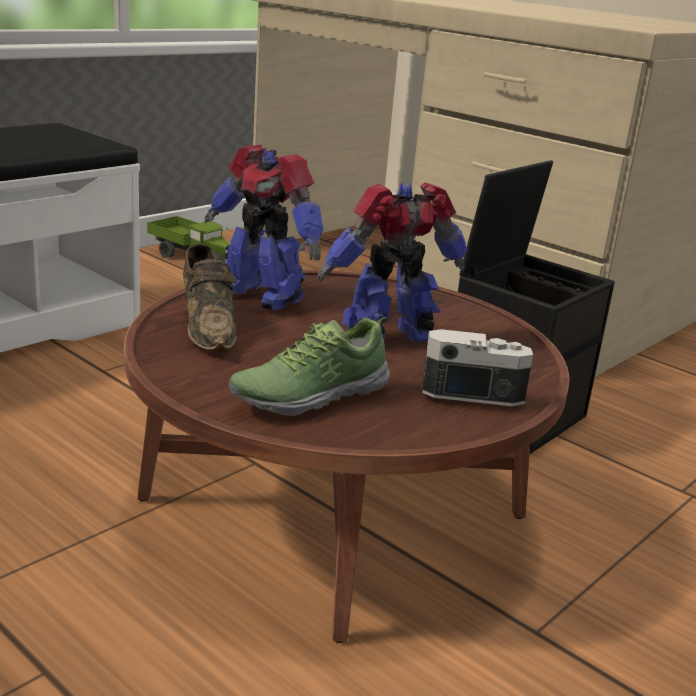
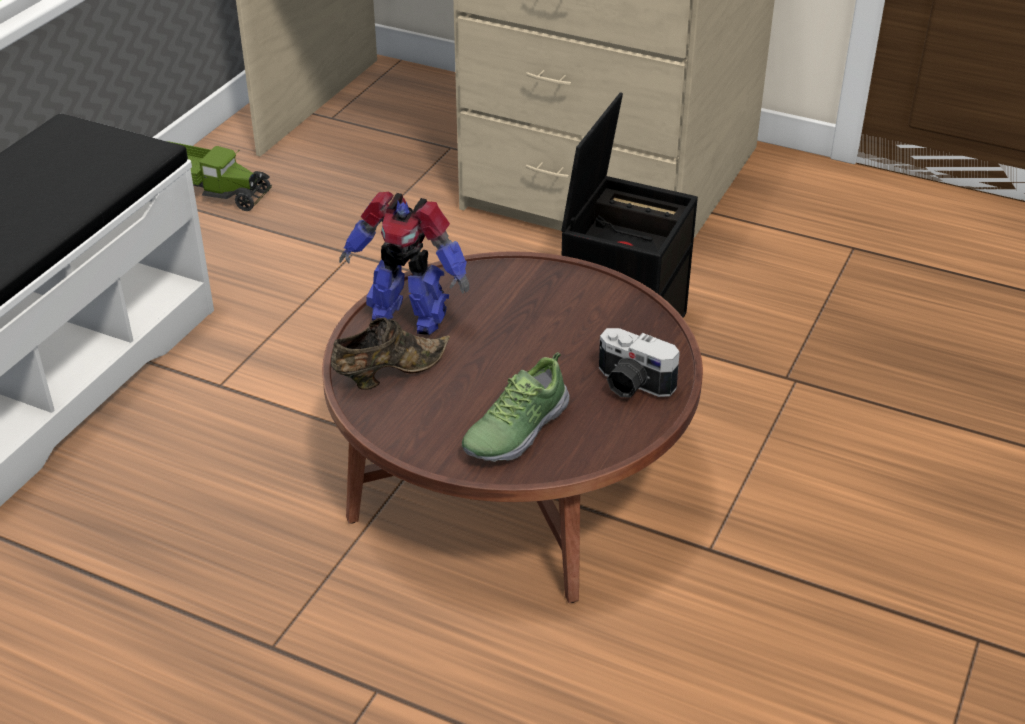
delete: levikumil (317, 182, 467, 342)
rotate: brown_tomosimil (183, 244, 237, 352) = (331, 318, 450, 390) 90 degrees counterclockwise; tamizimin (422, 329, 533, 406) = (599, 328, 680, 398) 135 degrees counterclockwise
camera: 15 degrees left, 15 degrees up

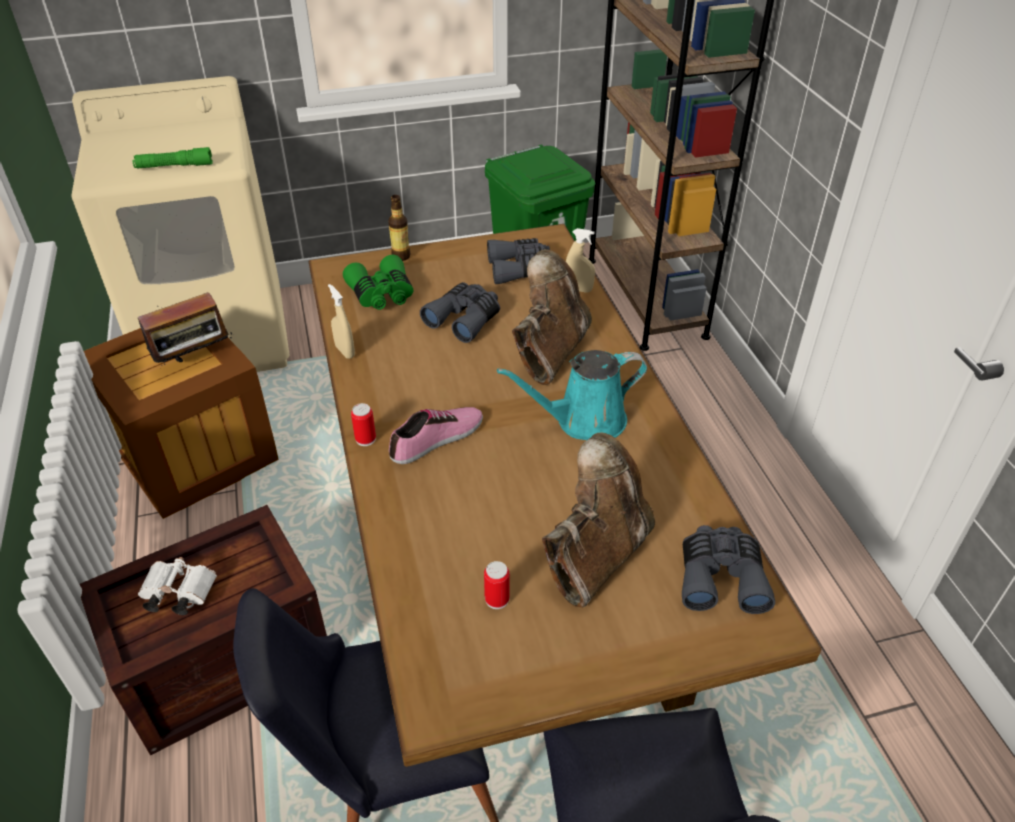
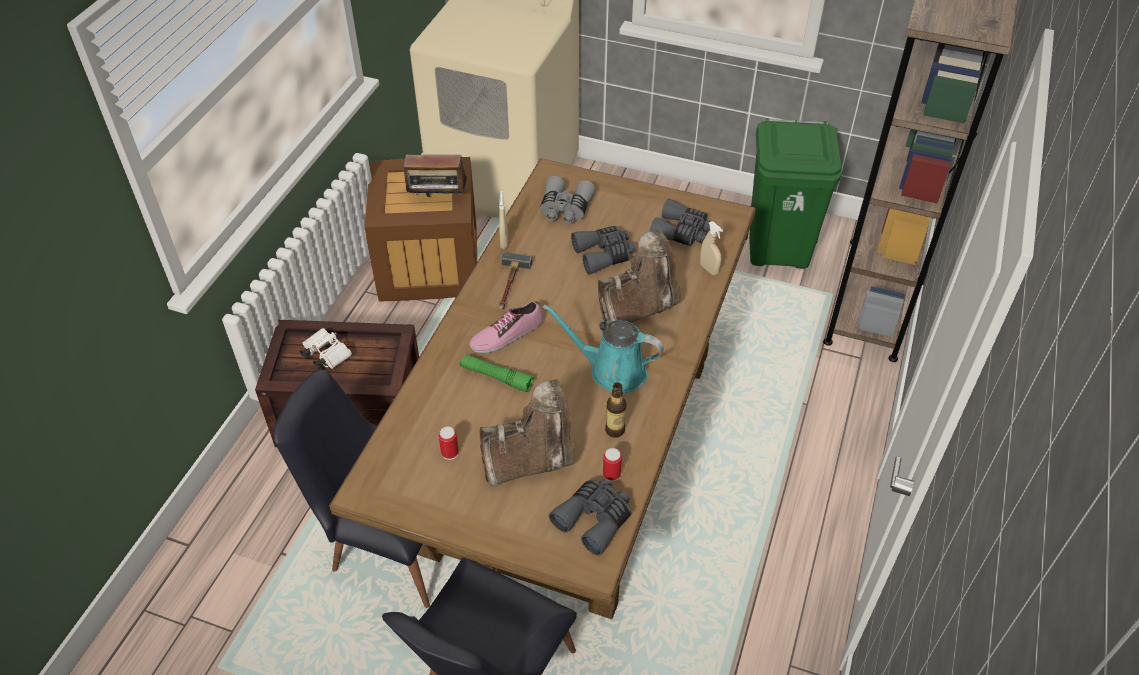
insert: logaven (499, 252, 532, 310)
move: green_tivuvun (132, 147, 213, 168) to (460, 354, 534, 392); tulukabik (388, 195, 410, 261) to (605, 382, 626, 438); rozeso (351, 403, 376, 446) to (603, 448, 622, 482)
recolor: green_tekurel (343, 255, 414, 310) to grey_tekurel (540, 176, 596, 224)
rotate: tomosimil (389, 407, 483, 464) = (470, 301, 543, 353) 150 degrees clockwise
camera: 35 degrees right, 5 degrees up

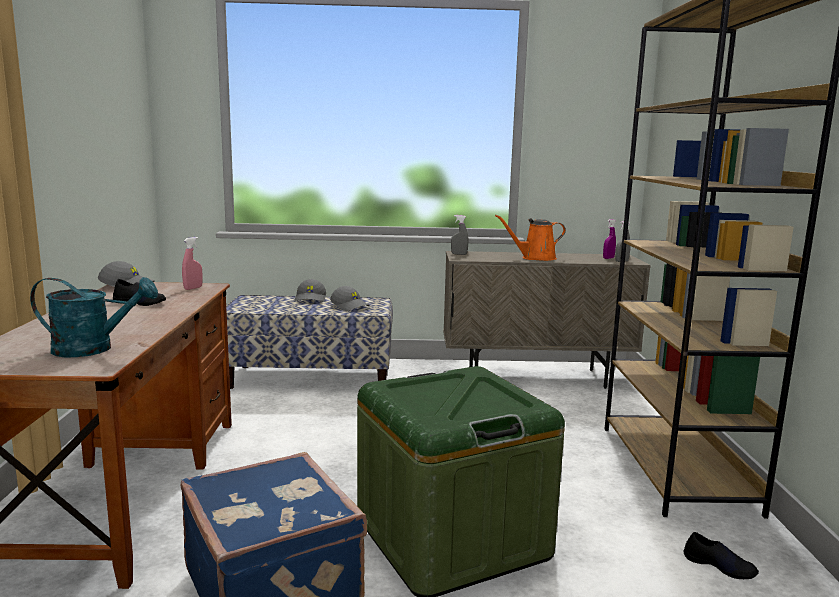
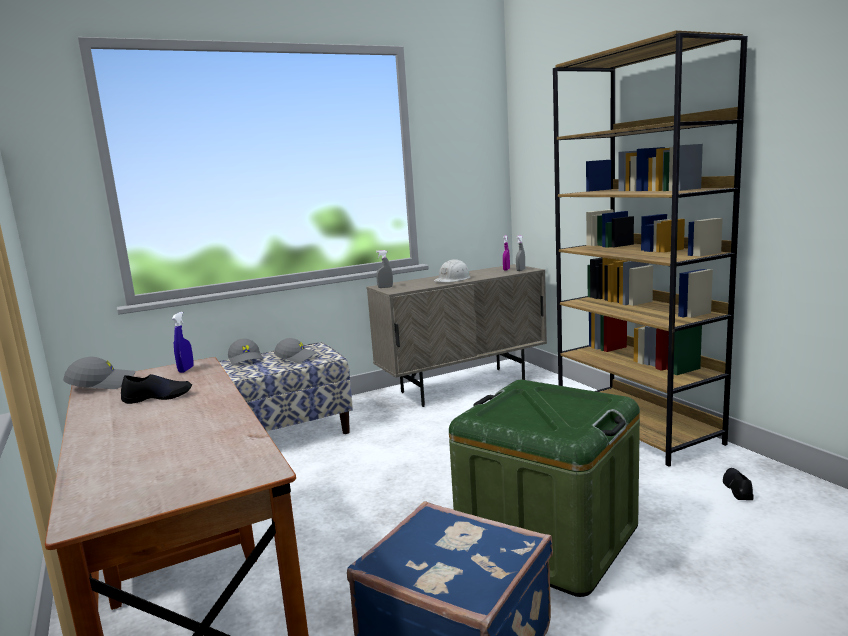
delete: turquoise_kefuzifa (30, 277, 158, 357)
replace: orange_kefuzifa (495, 215, 566, 261) to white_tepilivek (434, 259, 471, 283)
recolor: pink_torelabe (182, 237, 202, 290) to blue_torelabe (172, 312, 194, 373)
rotate: black_tomosimil (683, 532, 759, 579) = (723, 468, 754, 500) 90 degrees counterclockwise
camera: 25 degrees left, 0 degrees up

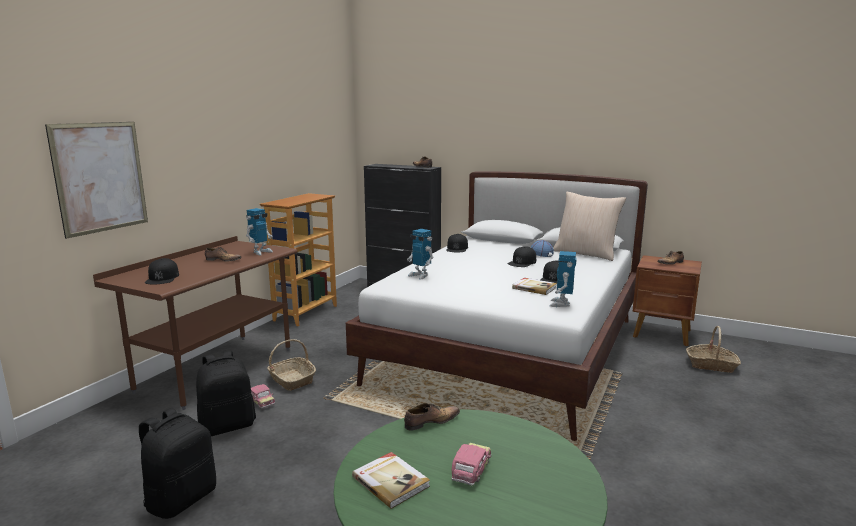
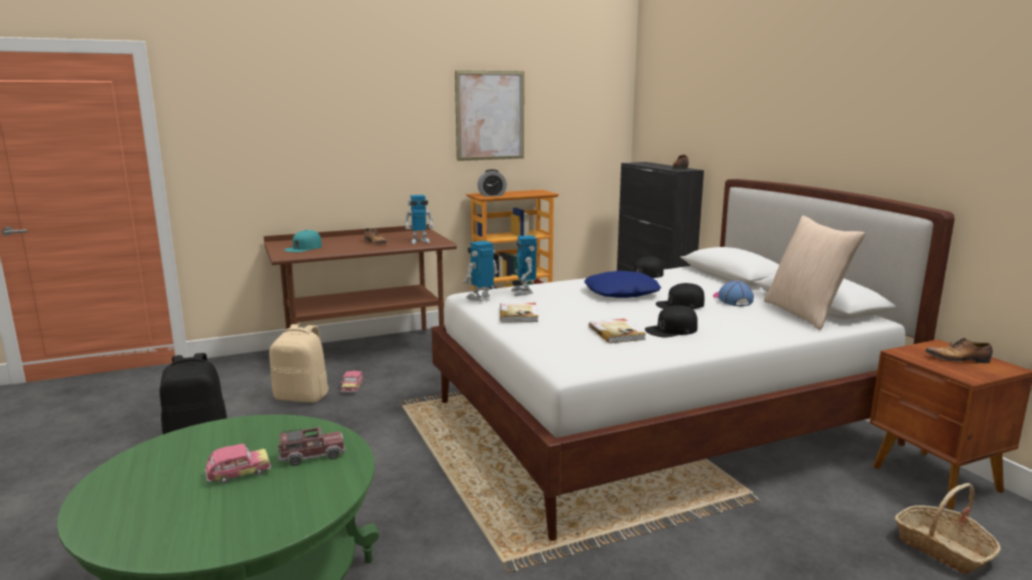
delete: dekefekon (267, 339, 316, 391); tomosimil (404, 403, 460, 431)
insert: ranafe (477, 169, 507, 197); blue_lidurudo (584, 271, 661, 298); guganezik (278, 426, 346, 466)
move: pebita (45, 122, 148, 239) to (455, 70, 524, 161); levikumil (549, 251, 577, 307) to (463, 241, 498, 302); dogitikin (352, 452, 430, 509) to (500, 303, 538, 322)
recolor: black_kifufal (145, 258, 179, 285) to turquoise_kifufal (284, 230, 322, 252); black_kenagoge (196, 351, 256, 436) to beige_kenagoge (269, 324, 329, 403)
camera: 40 degrees right, 0 degrees up

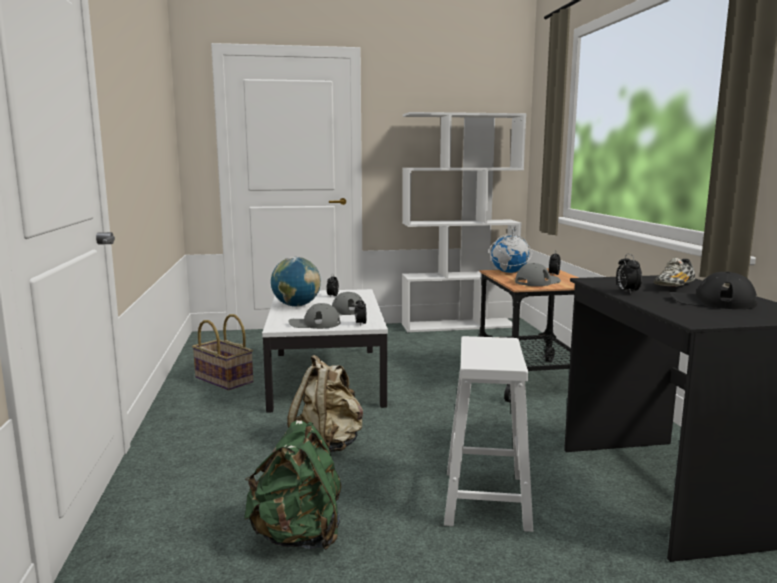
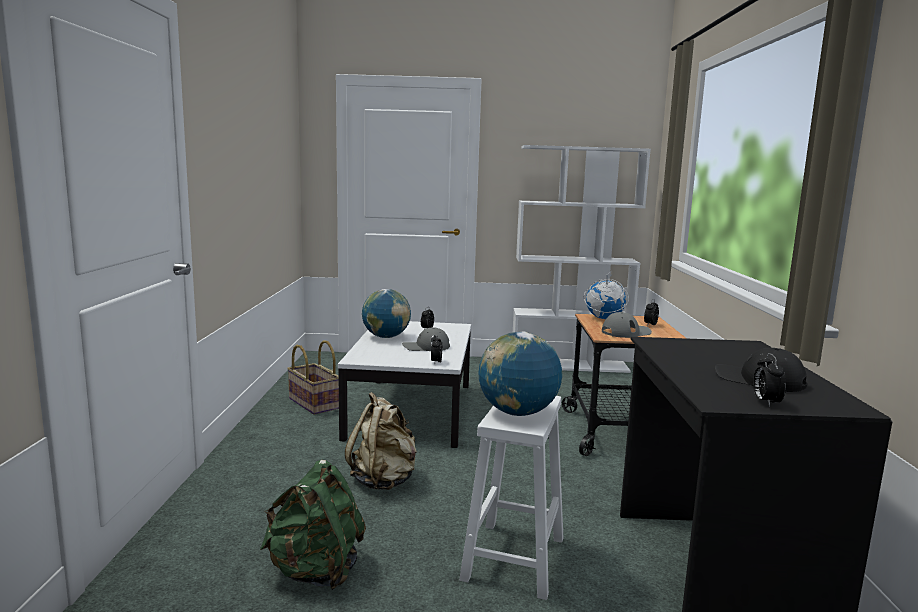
delete: tomosimil (654, 257, 695, 287); grey_kifufal (288, 303, 341, 329)
insert: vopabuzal (478, 331, 562, 416)
move: ranafe (616, 254, 642, 293) to (753, 353, 786, 407)
camera: 10 degrees right, 0 degrees up

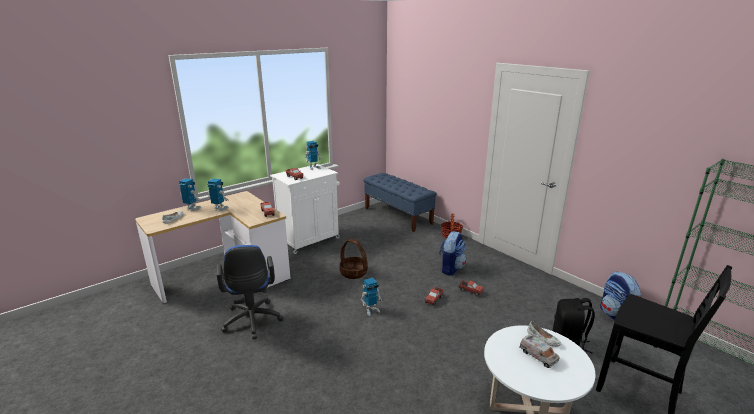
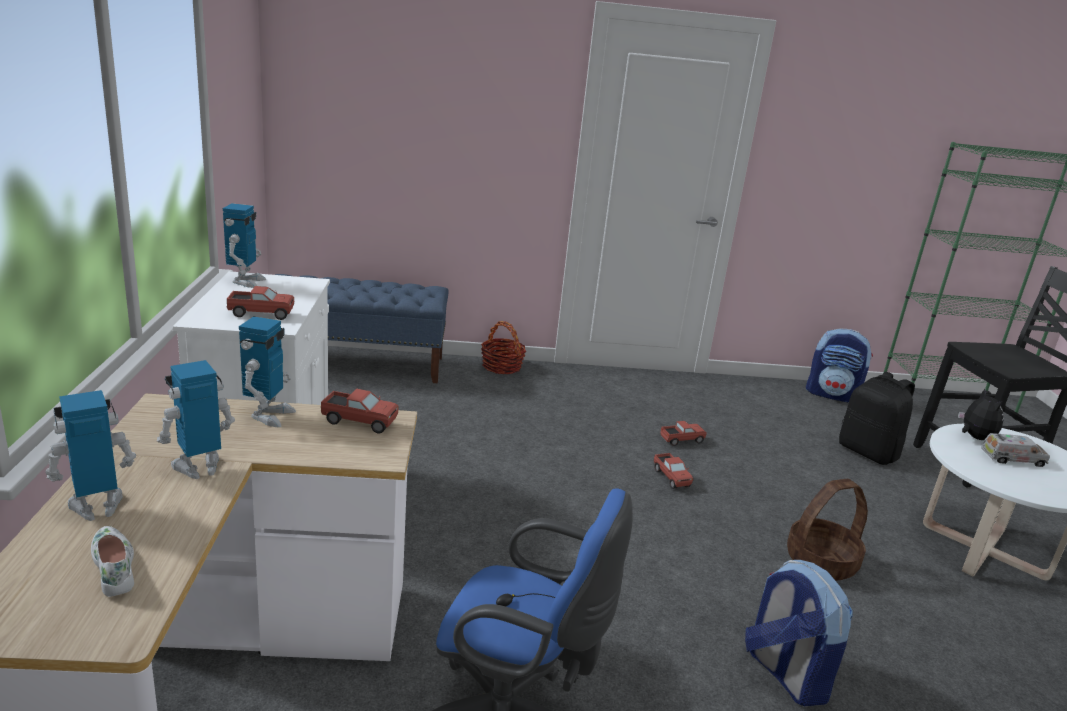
move: kenagoge (440, 231, 466, 276) to (745, 560, 853, 706); dekefekon (339, 239, 368, 279) to (787, 479, 868, 581); levikumil (361, 277, 382, 316) to (239, 316, 296, 427)
replace: white_tomosimil (527, 321, 562, 347) to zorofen (958, 389, 1004, 440)
camera: 55 degrees left, 0 degrees up

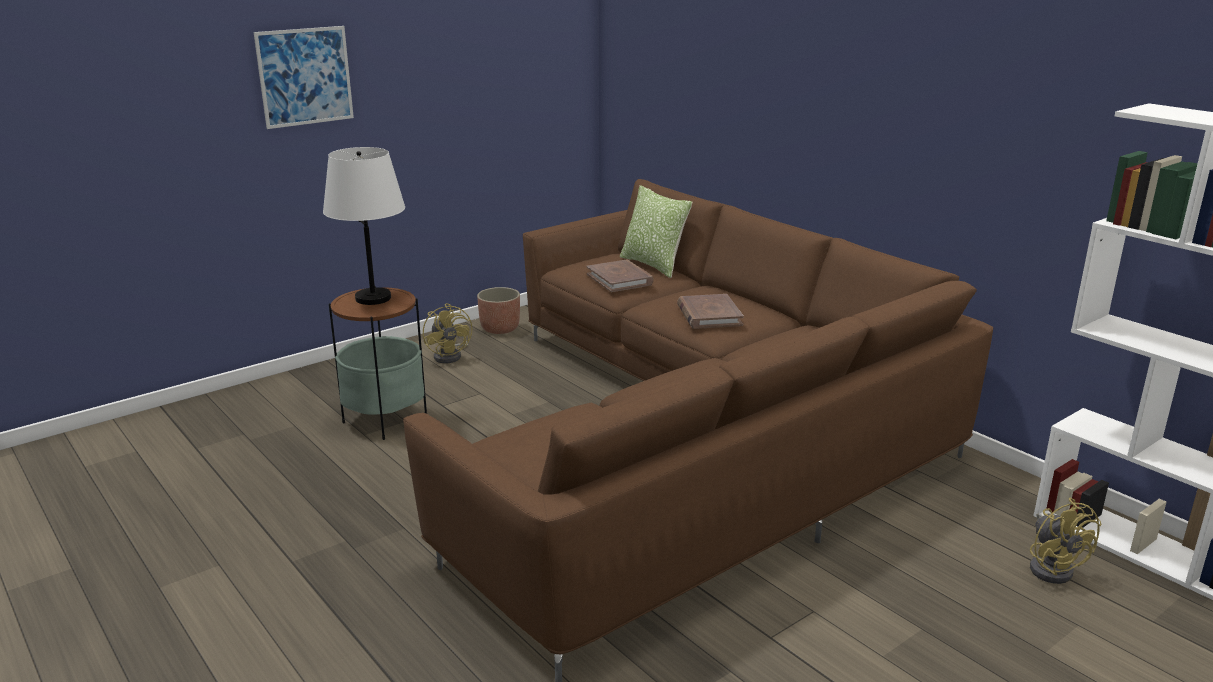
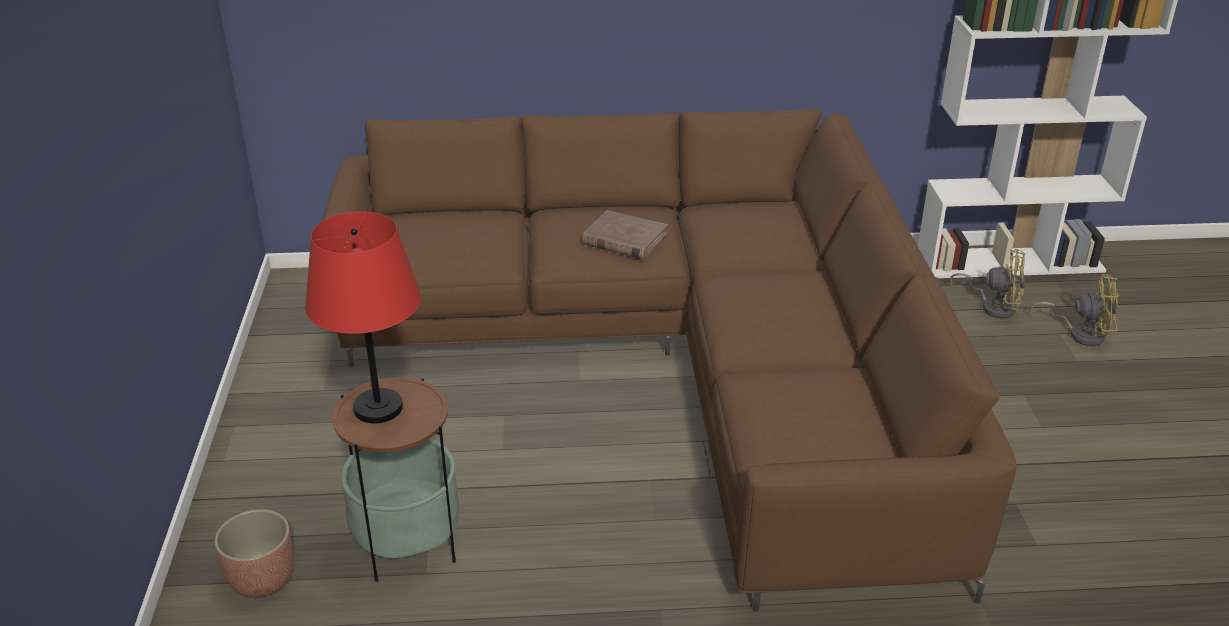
delete: pebita (253, 26, 354, 129); lidurudo (619, 185, 692, 278); brown_dogitikin (587, 260, 654, 292)
move: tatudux (477, 287, 520, 334) to (214, 509, 294, 598); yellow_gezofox (423, 303, 472, 363) to (1030, 274, 1119, 346)
recolor: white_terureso (323, 147, 405, 305) to red_terureso (305, 212, 421, 423)
camera: 55 degrees left, 10 degrees up

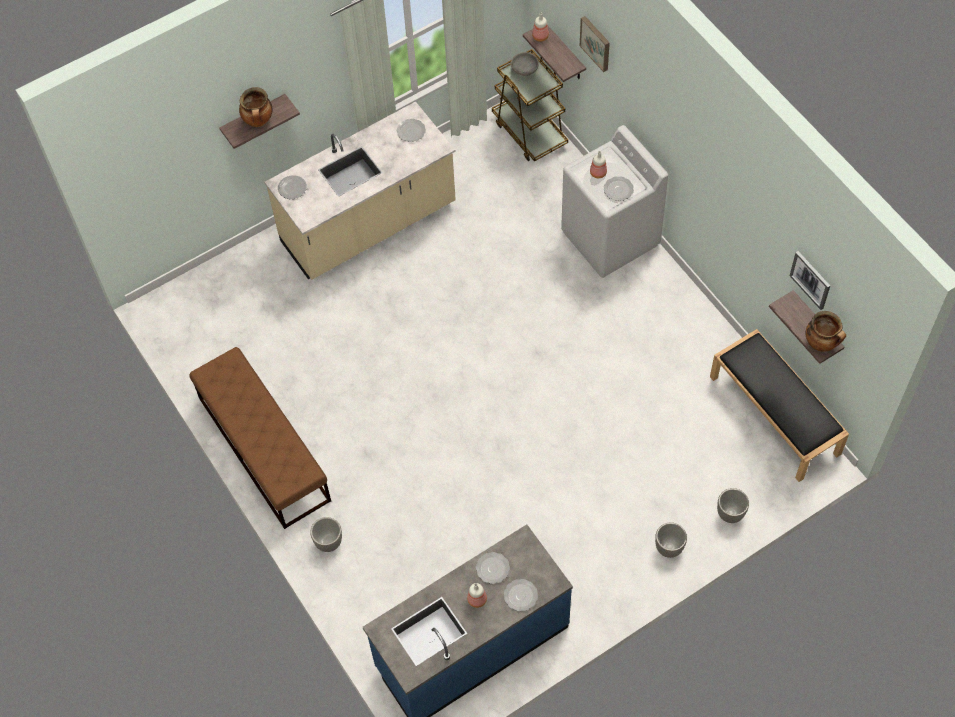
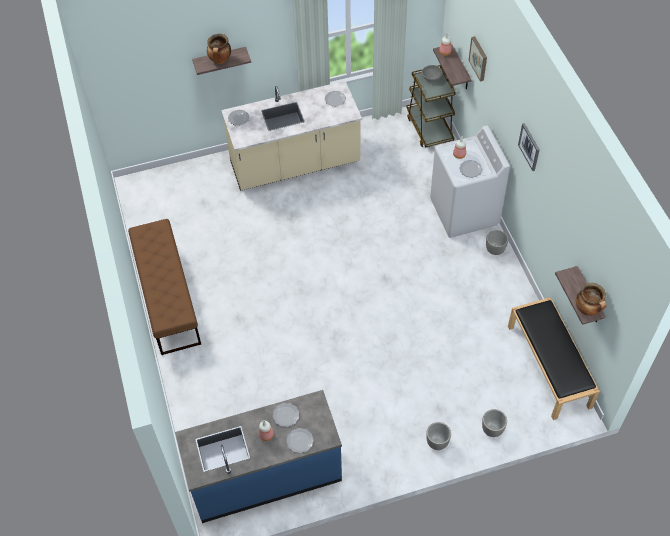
move: pebita (790, 251, 830, 310) to (518, 123, 540, 171); tatudux (310, 517, 342, 552) to (486, 230, 508, 255)
camera: 15 degrees right, 5 degrees down

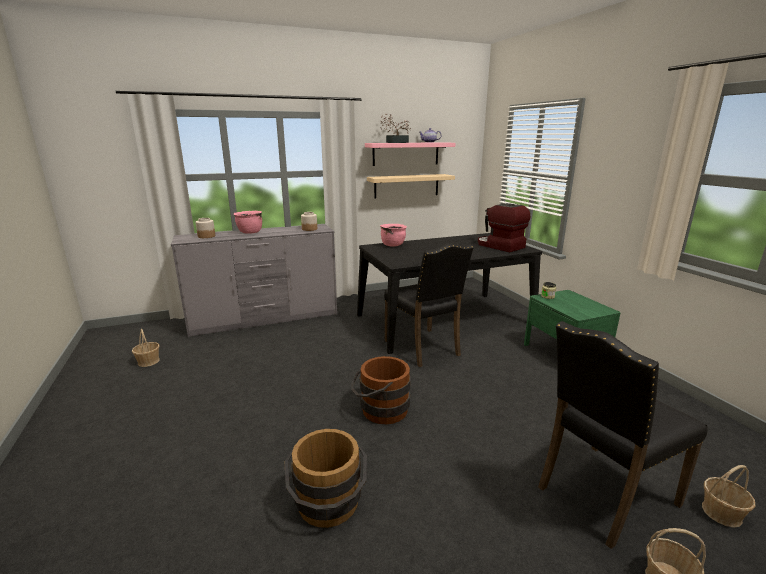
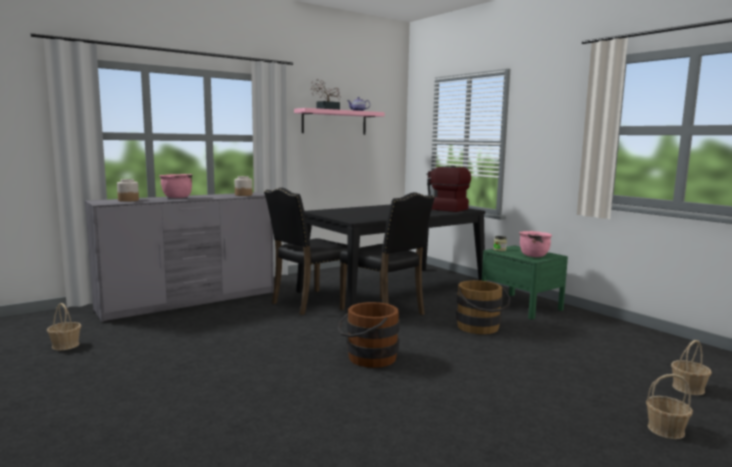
delete: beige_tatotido (367, 174, 455, 199)
move: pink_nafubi (380, 224, 407, 246) to (519, 231, 552, 257); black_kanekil (538, 321, 708, 549) to (264, 188, 348, 315); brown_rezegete (284, 429, 367, 528) to (456, 280, 511, 334)
camera: 15 degrees left, 10 degrees down

